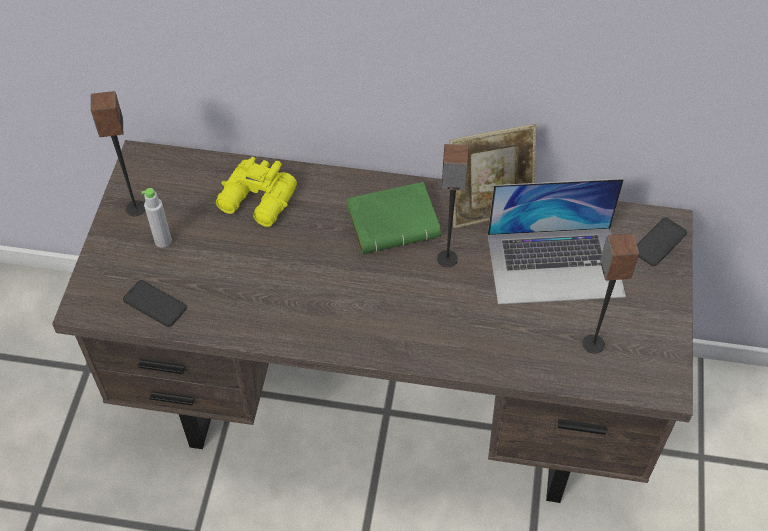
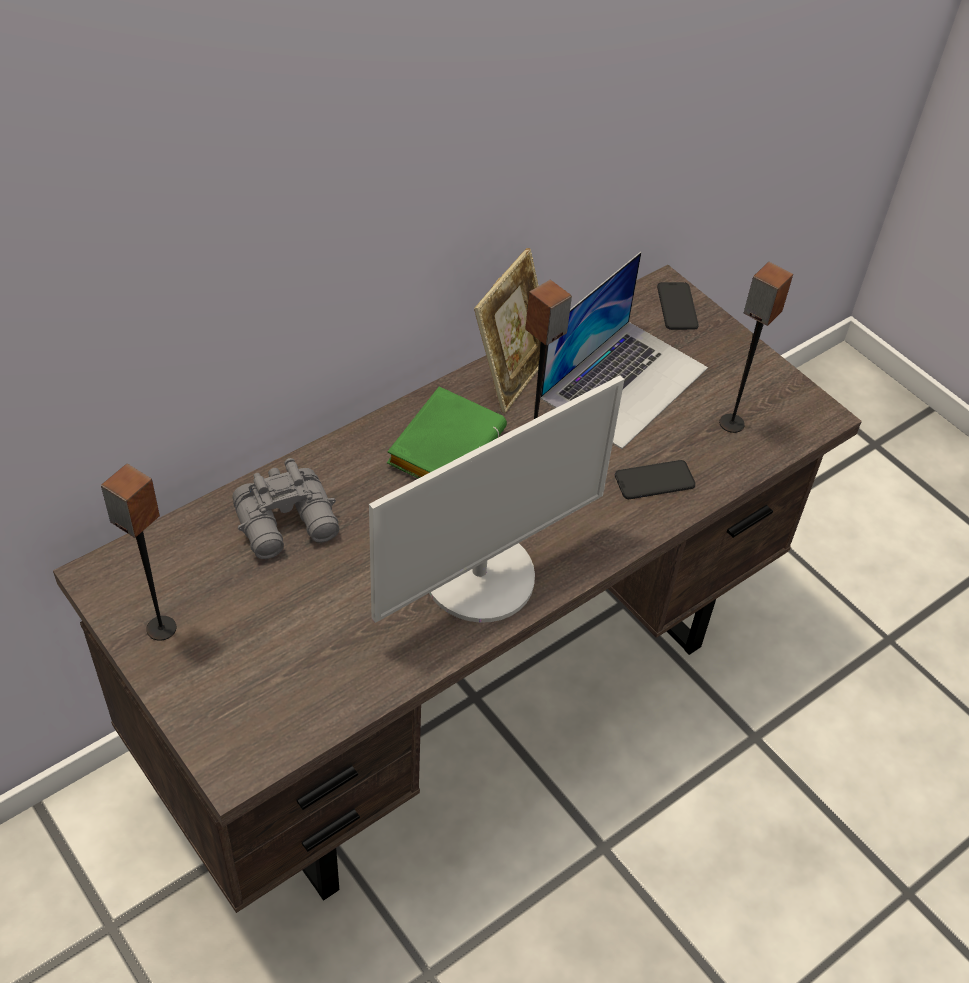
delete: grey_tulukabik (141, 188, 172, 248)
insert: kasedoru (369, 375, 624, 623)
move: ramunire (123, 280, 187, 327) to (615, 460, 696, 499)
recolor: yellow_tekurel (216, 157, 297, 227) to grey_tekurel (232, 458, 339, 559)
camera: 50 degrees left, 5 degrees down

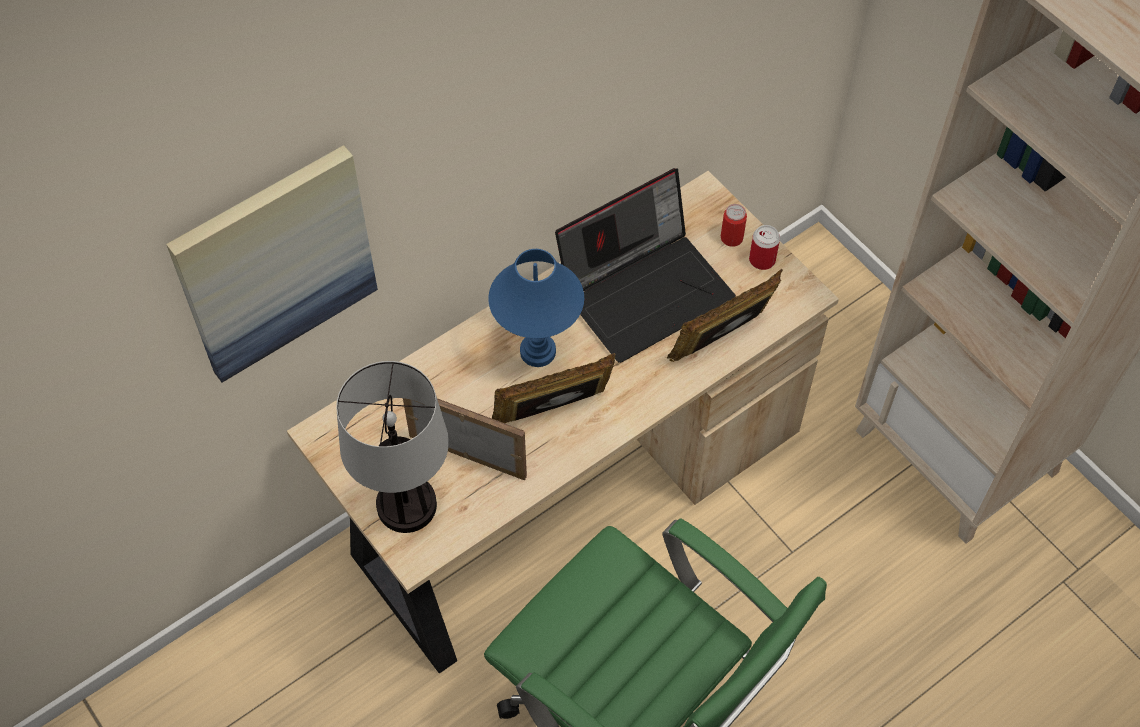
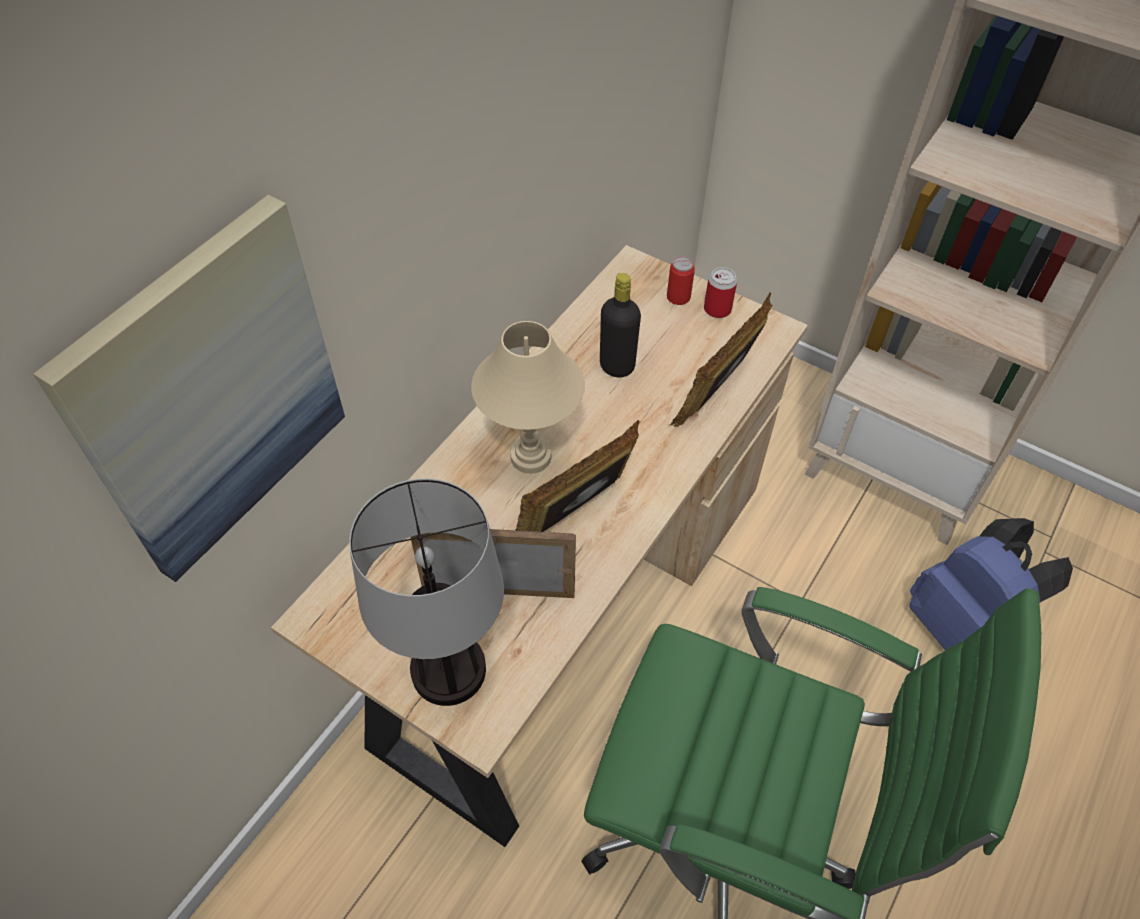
insert: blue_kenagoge (909, 518, 1073, 650)
replace: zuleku (555, 168, 736, 363) to black_tulukabik (600, 273, 641, 377)
recolor: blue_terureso (488, 249, 584, 367) to beige_terureso (471, 321, 585, 474)
camera: 20 degrees left, 5 degrees down

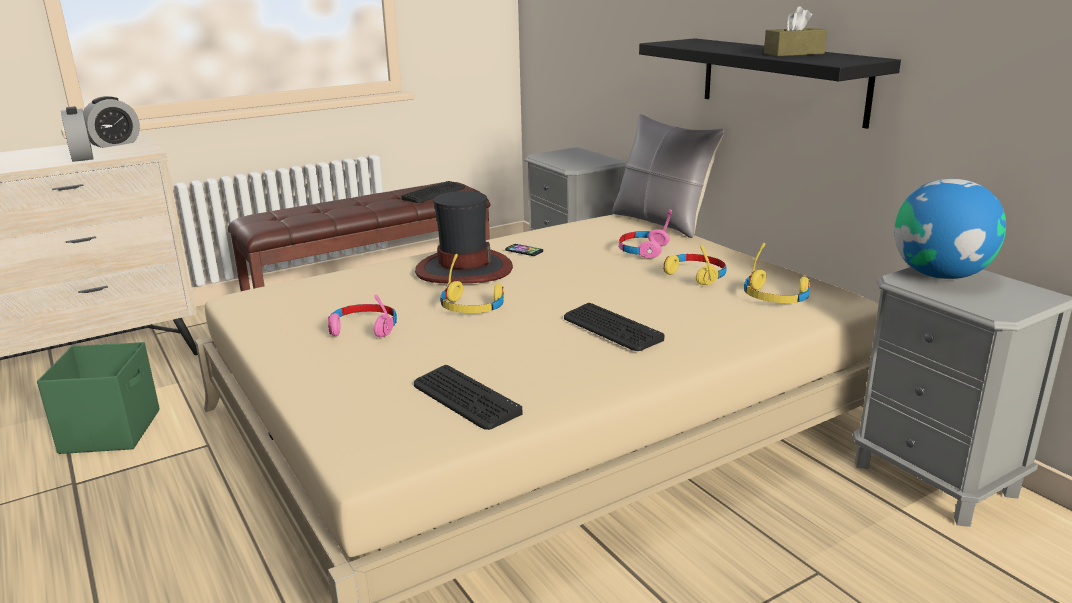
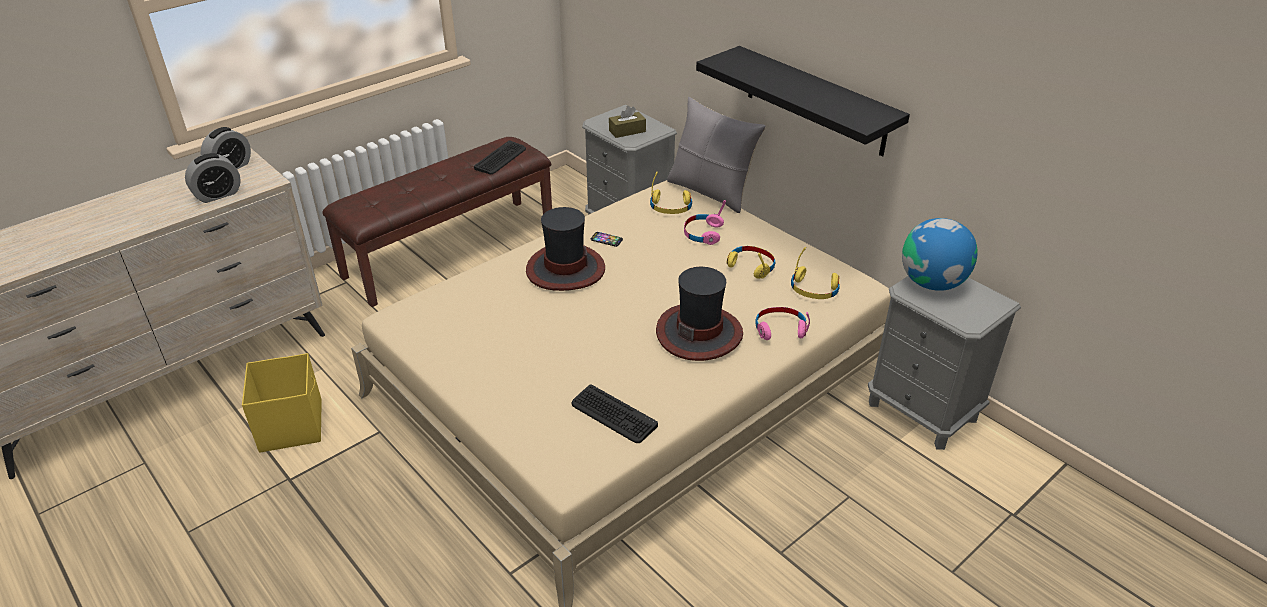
move: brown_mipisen (764, 6, 827, 57) to (609, 106, 646, 138); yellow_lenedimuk (440, 254, 504, 313) to (650, 172, 692, 214); pink_lenedimuk (328, 295, 397, 337) to (755, 307, 810, 340)
replace: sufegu (564, 303, 664, 351) to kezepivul (656, 267, 743, 361)
recolor: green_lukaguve (37, 342, 160, 454) to yellow_lukaguve (242, 353, 322, 452)
rotate: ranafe (61, 106, 93, 162) = (185, 153, 241, 203) 90 degrees clockwise
camera: 10 degrees left, 15 degrees up

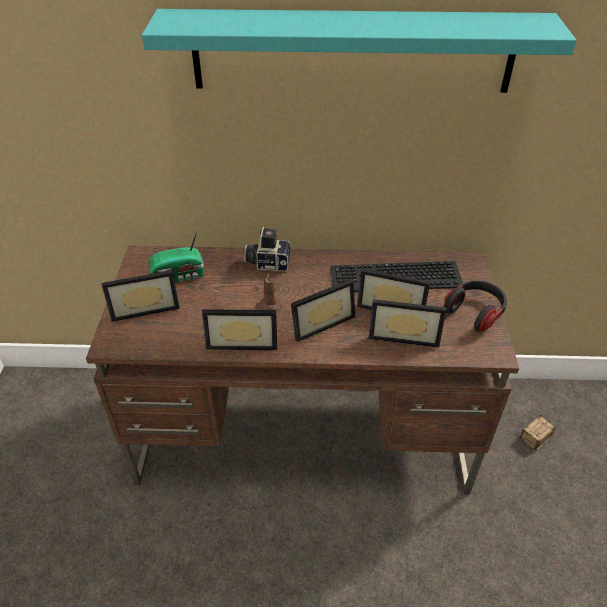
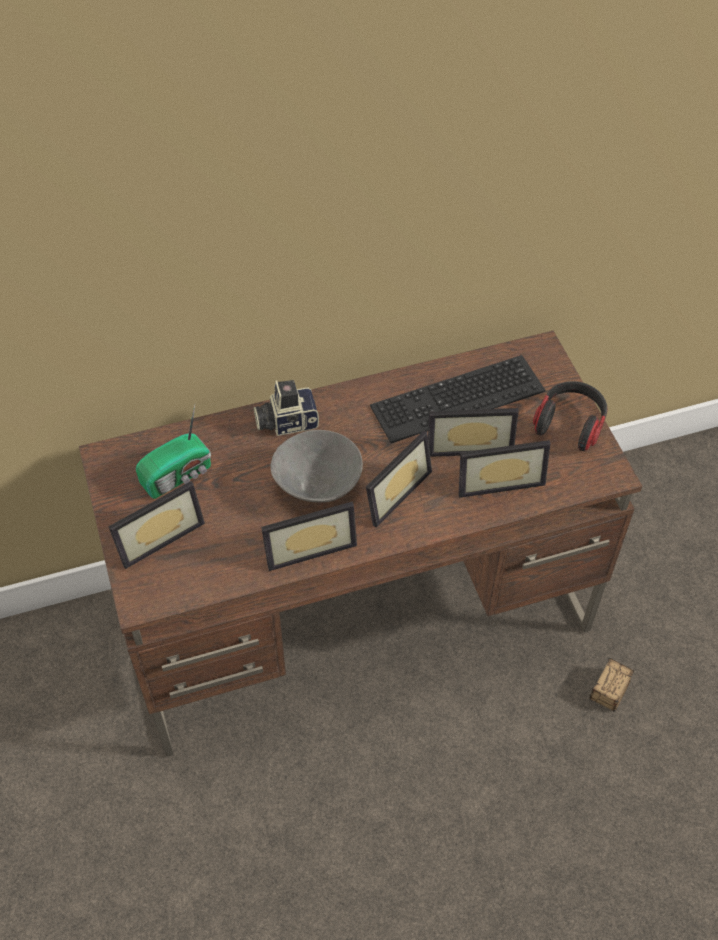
delete: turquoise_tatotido (142, 9, 576, 93)
move: lukaguve (520, 415, 556, 450) to (589, 658, 634, 727)
replace: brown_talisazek (256, 273, 282, 311) to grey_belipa (270, 430, 363, 503)
camera: 20 degrees left, 10 degrees up

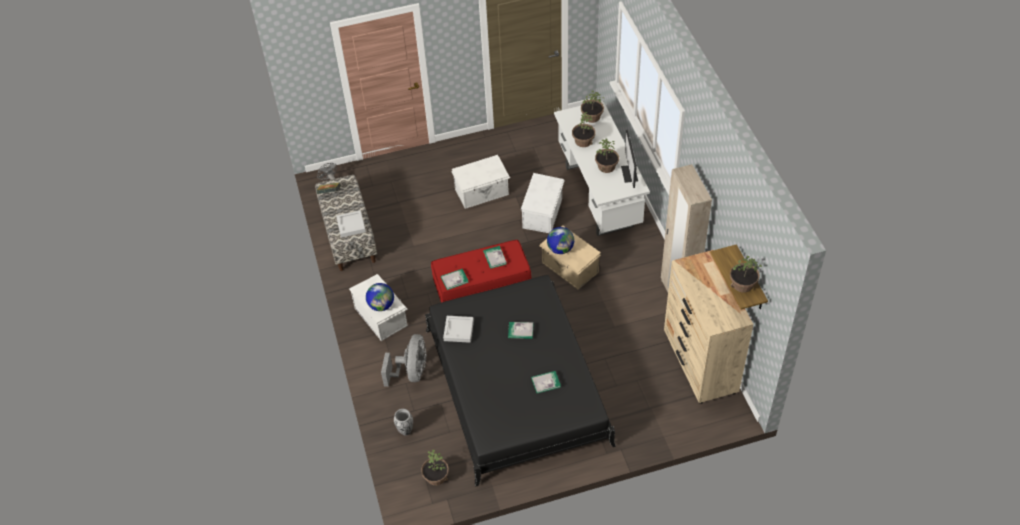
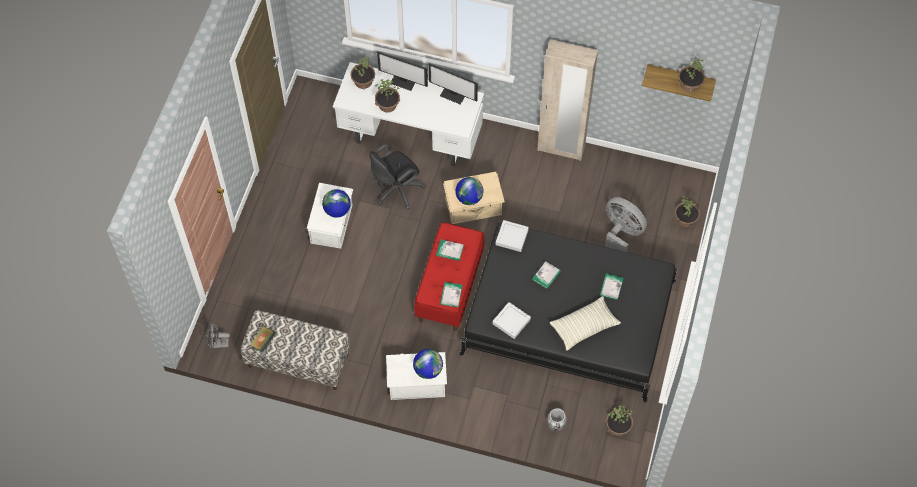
delete: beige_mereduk (664, 250, 753, 404)
insert: kasedoru (377, 51, 428, 91); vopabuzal (322, 189, 351, 218); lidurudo (550, 296, 621, 351)
move: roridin (595, 139, 619, 173) to (675, 196, 700, 227); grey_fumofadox (336, 210, 366, 238) to (496, 220, 529, 252); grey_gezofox (381, 334, 426, 387) to (605, 197, 647, 252)
replace: white_lukaguve (521, 173, 565, 233) to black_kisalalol (369, 144, 426, 209)
camera: 60 degrees left, 10 degrees up

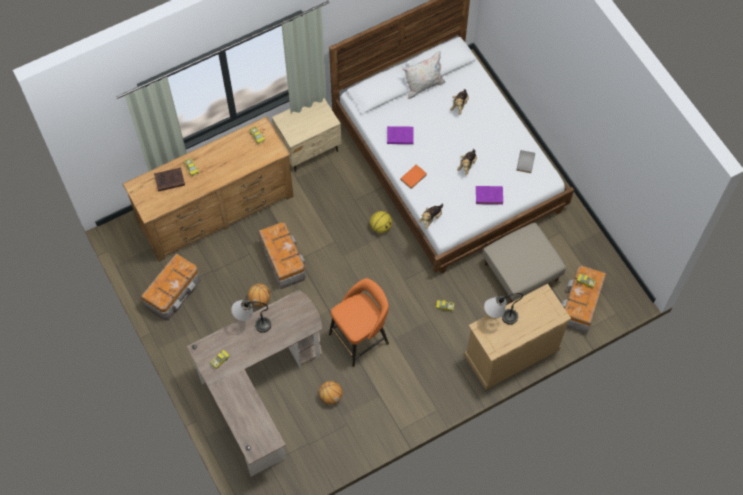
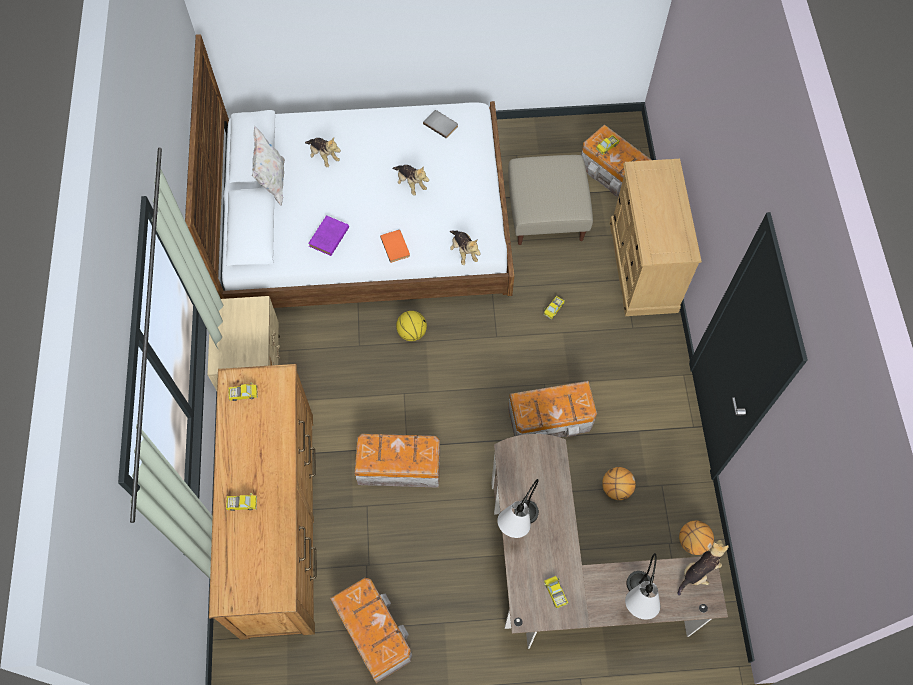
delete: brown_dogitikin (154, 167, 185, 192); purple_dogitikin (476, 186, 503, 205)
insert: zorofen (678, 540, 729, 596)
move: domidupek (248, 283, 271, 306) to (679, 521, 714, 555); terureso (484, 293, 523, 325) to (625, 553, 660, 619)
replace: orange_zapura (329, 278, 389, 367) to lukaguve (508, 381, 597, 437)
camera: 65 degrees left, 0 degrees up

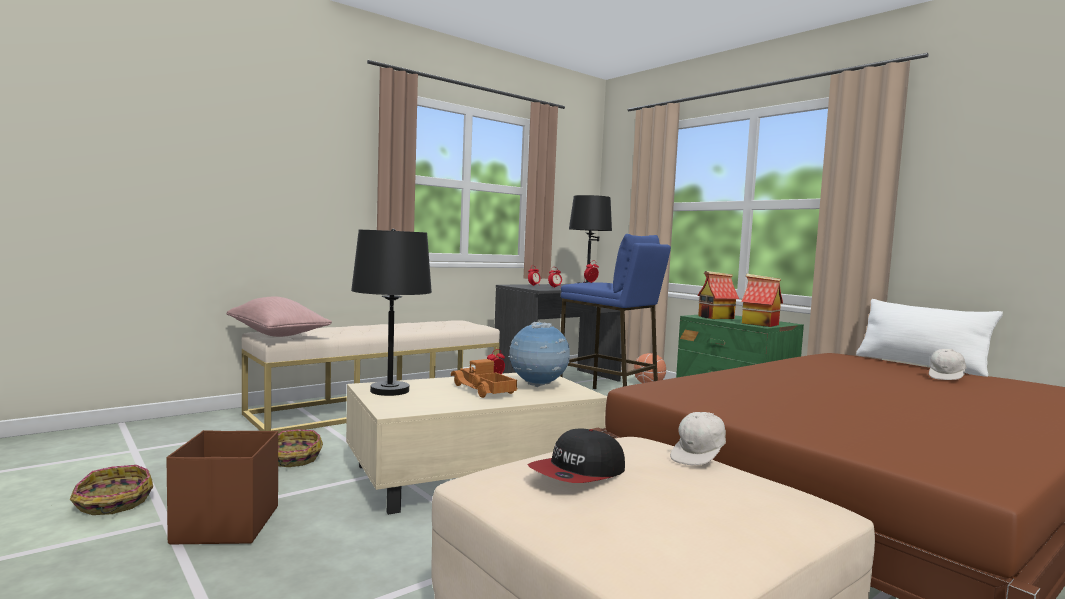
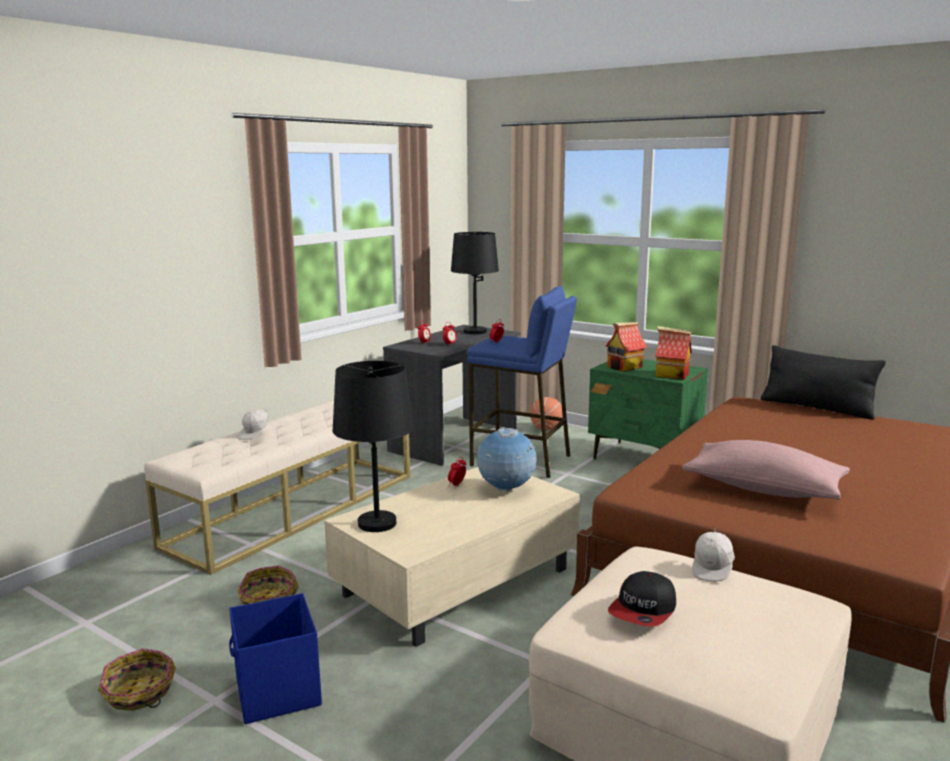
delete: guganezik (451, 359, 518, 398)
move: pink_lidurudo (226, 296, 332, 337) to (682, 440, 850, 500); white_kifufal (929, 349, 967, 380) to (237, 409, 269, 440)
recolor: white_lidurudo (856, 299, 1003, 377) to black_lidurudo (761, 345, 886, 420); brown_lukaguve (167, 430, 278, 544) to blue_lukaguve (229, 593, 322, 724)
camera: 15 degrees left, 10 degrees up

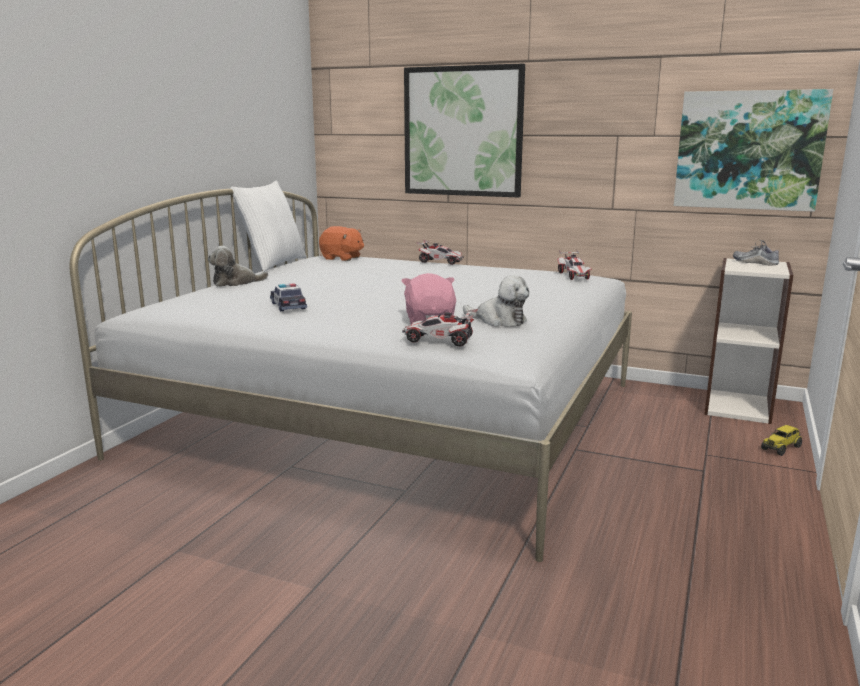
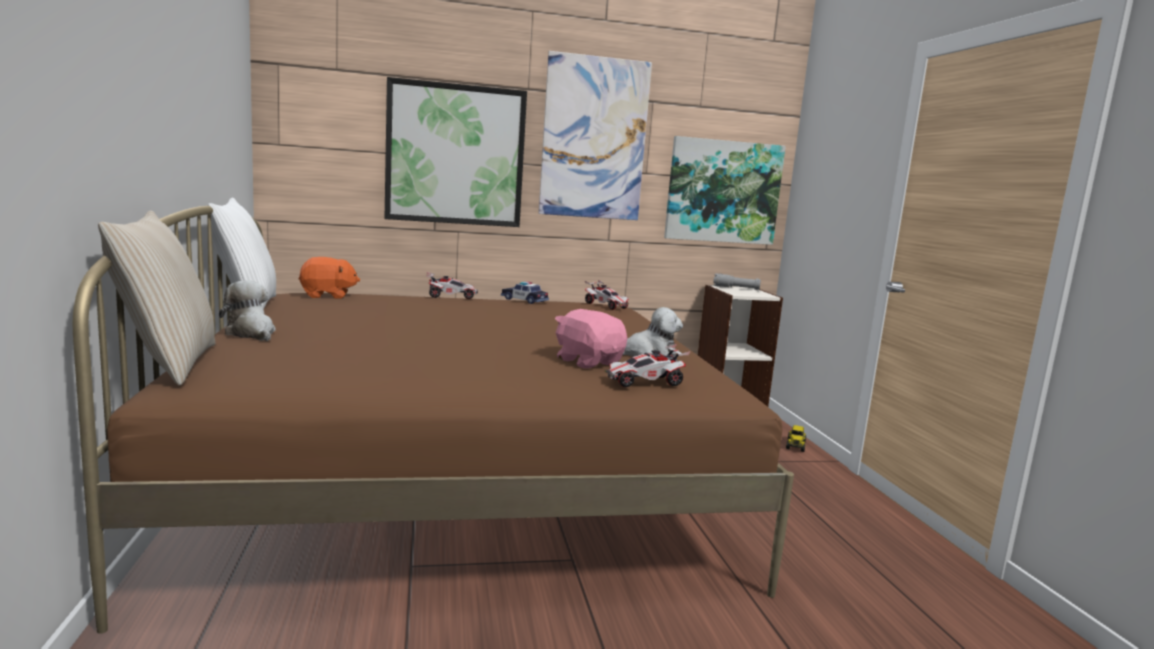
insert: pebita (539, 51, 652, 220); beige_lidurudo (98, 210, 216, 386)
move: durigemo (270, 283, 307, 312) to (501, 282, 549, 304)
replace: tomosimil (733, 240, 779, 265) to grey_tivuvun (713, 273, 761, 290)
recolor: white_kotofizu (70, 189, 632, 562) to brown_kotofizu (73, 206, 794, 634)
rotate: zorofen (208, 246, 268, 287) = (219, 280, 276, 341) 105 degrees clockwise
camera: 35 degrees left, 5 degrees down

